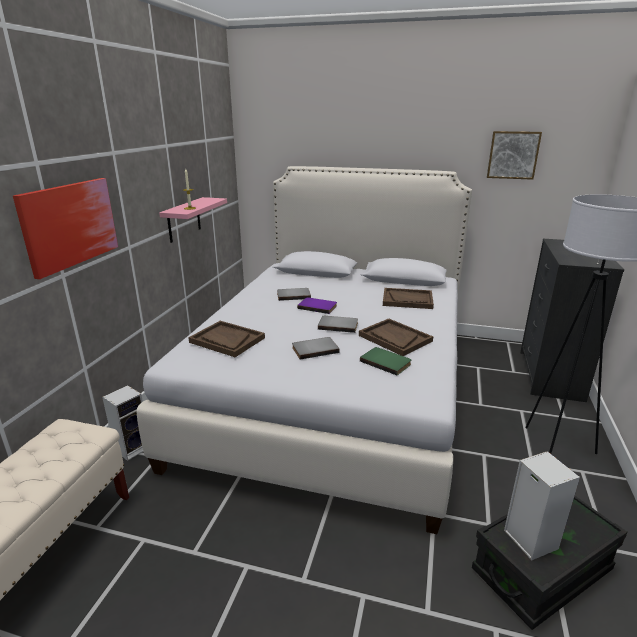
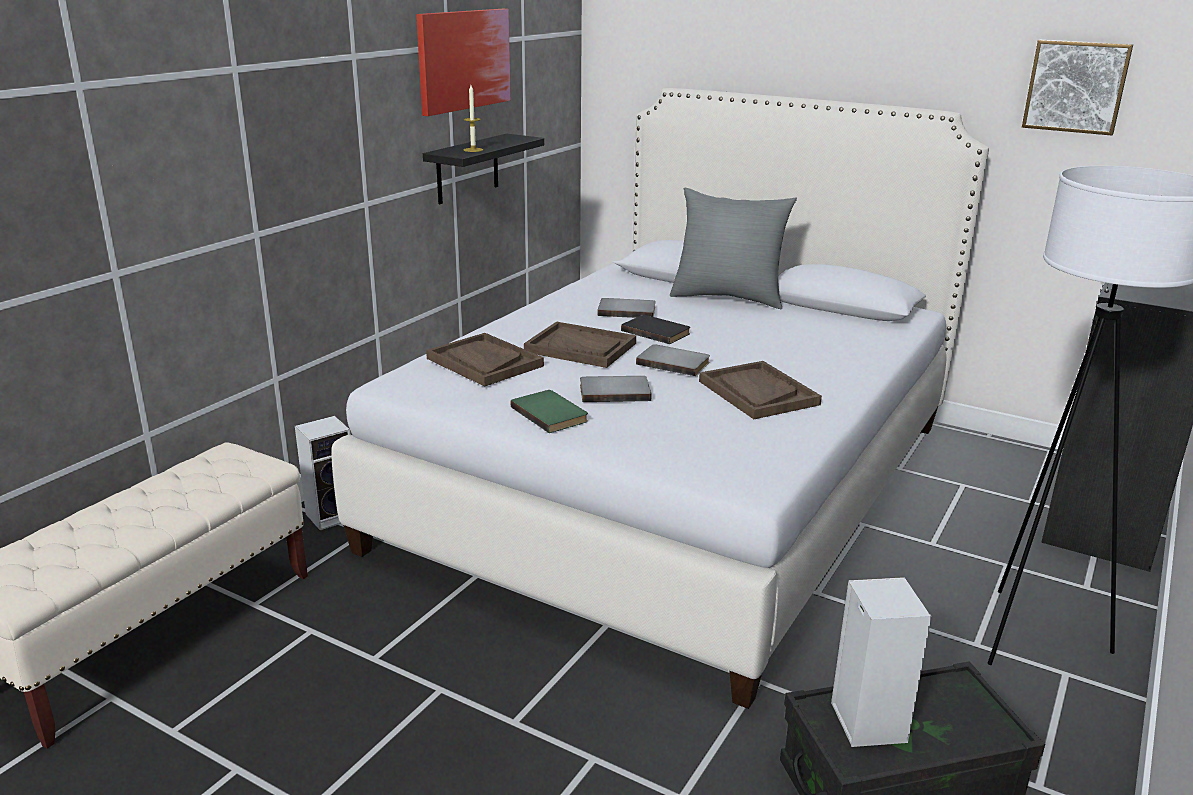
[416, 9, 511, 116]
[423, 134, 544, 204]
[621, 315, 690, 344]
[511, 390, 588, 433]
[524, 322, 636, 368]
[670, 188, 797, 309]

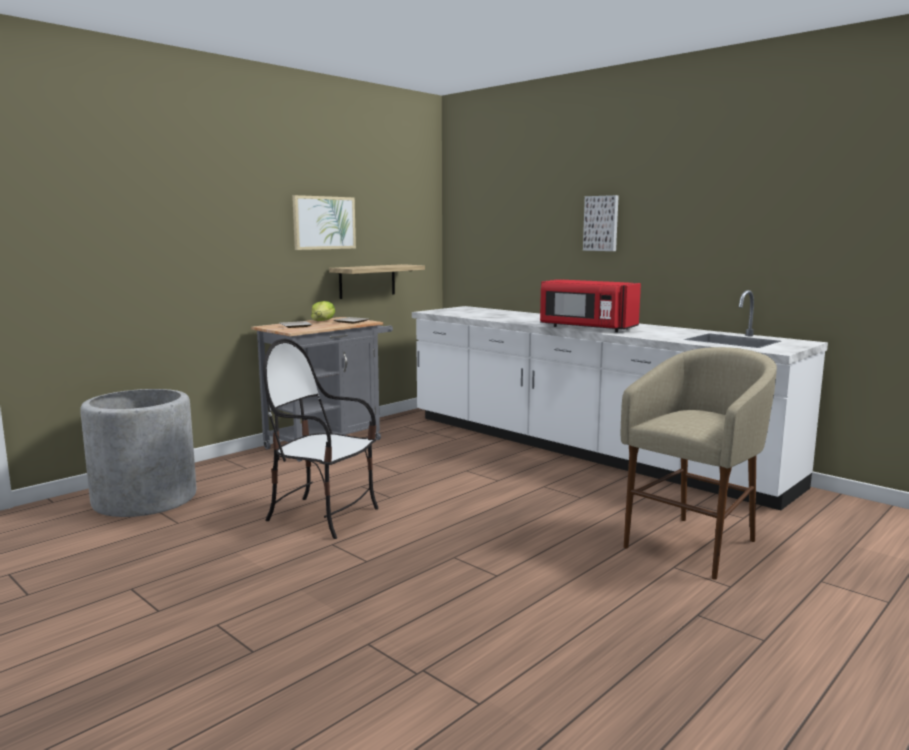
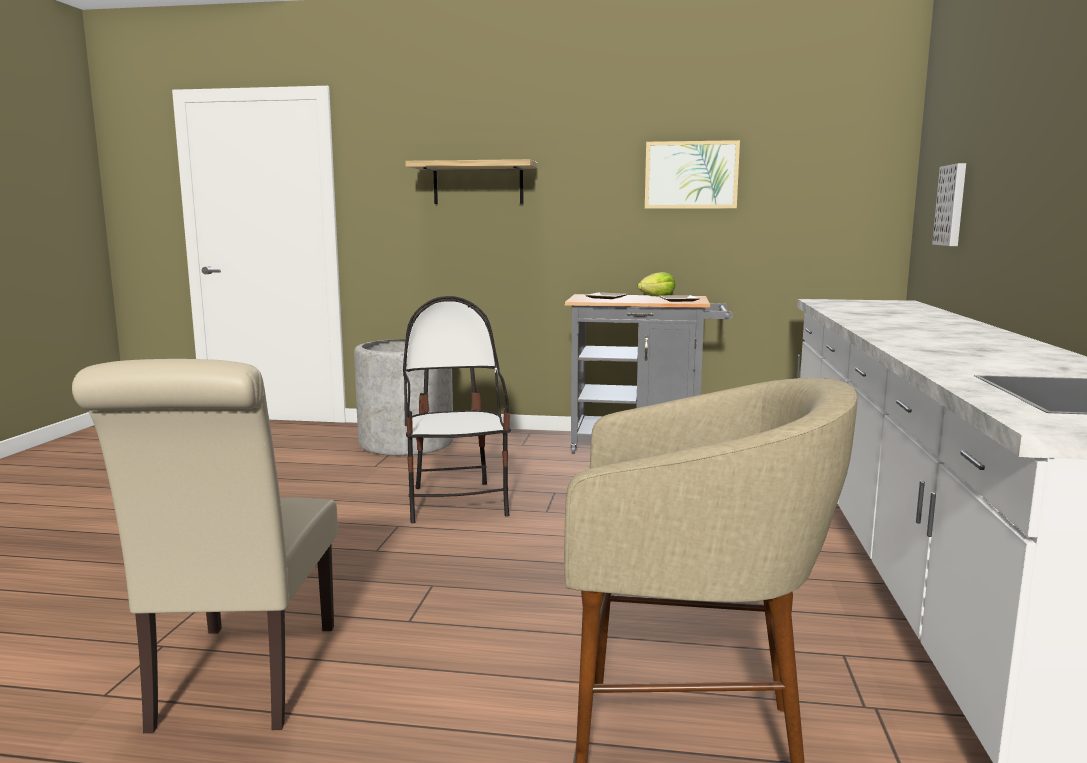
[405, 159, 538, 204]
[540, 279, 641, 332] (first image)
[932, 163, 966, 246]
[72, 359, 338, 733]

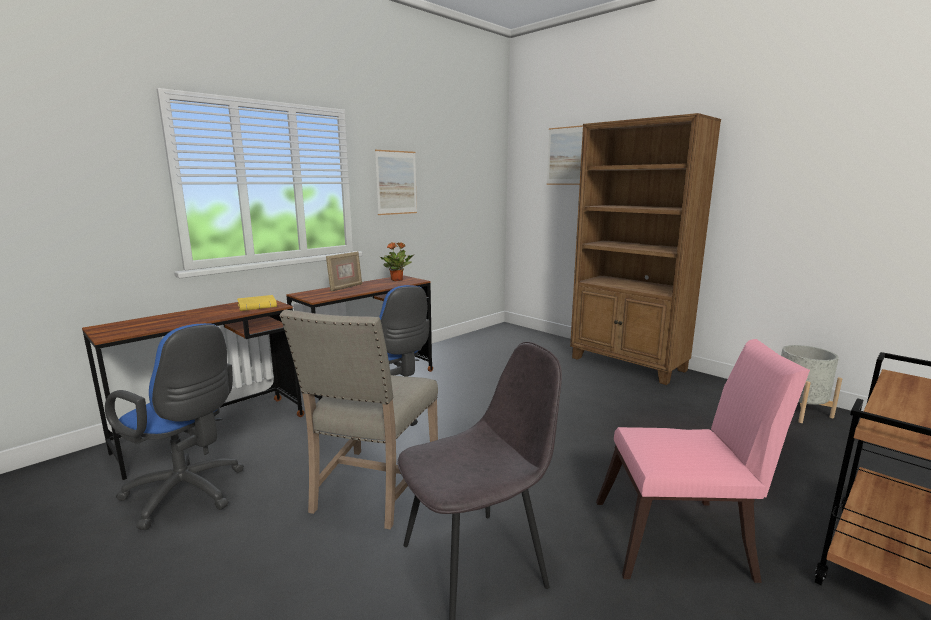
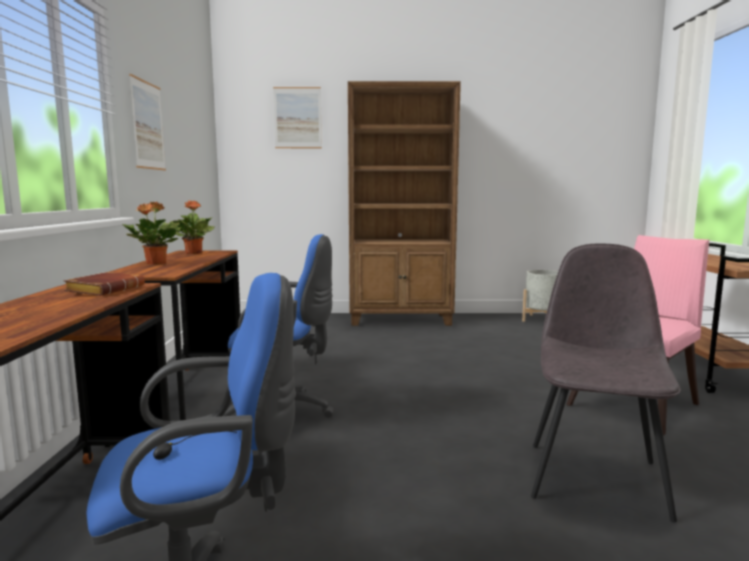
[64, 272, 145, 296]
[280, 310, 438, 529] (first image)
[122, 202, 180, 265]

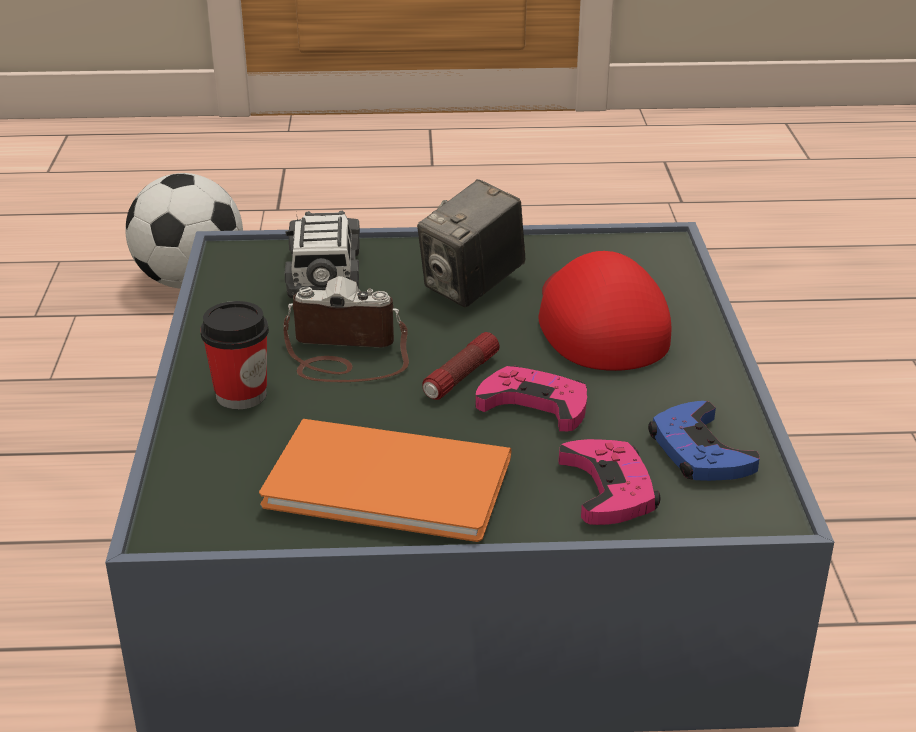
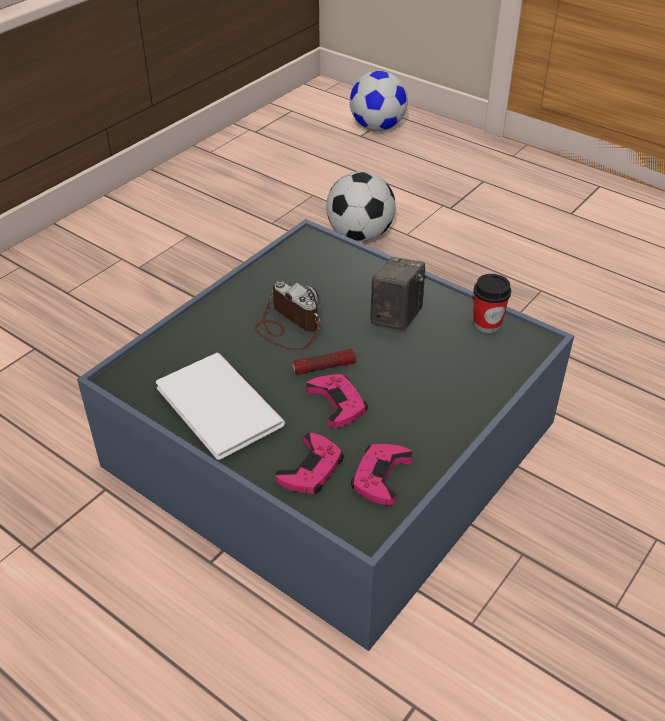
[474, 274, 511, 333]
[156, 353, 285, 460]
[285, 211, 360, 298] (first image)
[370, 257, 425, 331]
[539, 251, 671, 371] (first image)
[351, 444, 413, 506]
[350, 71, 408, 131]

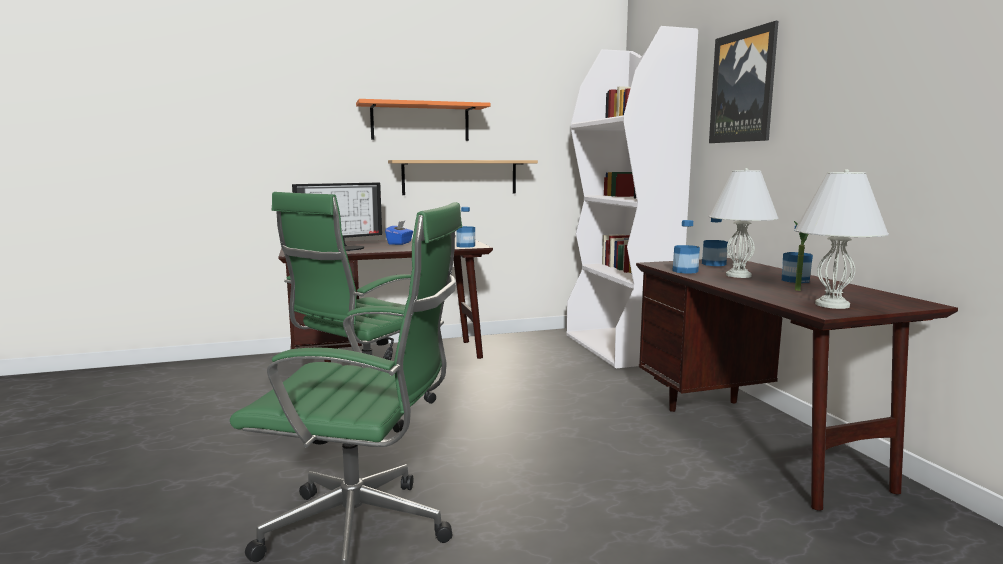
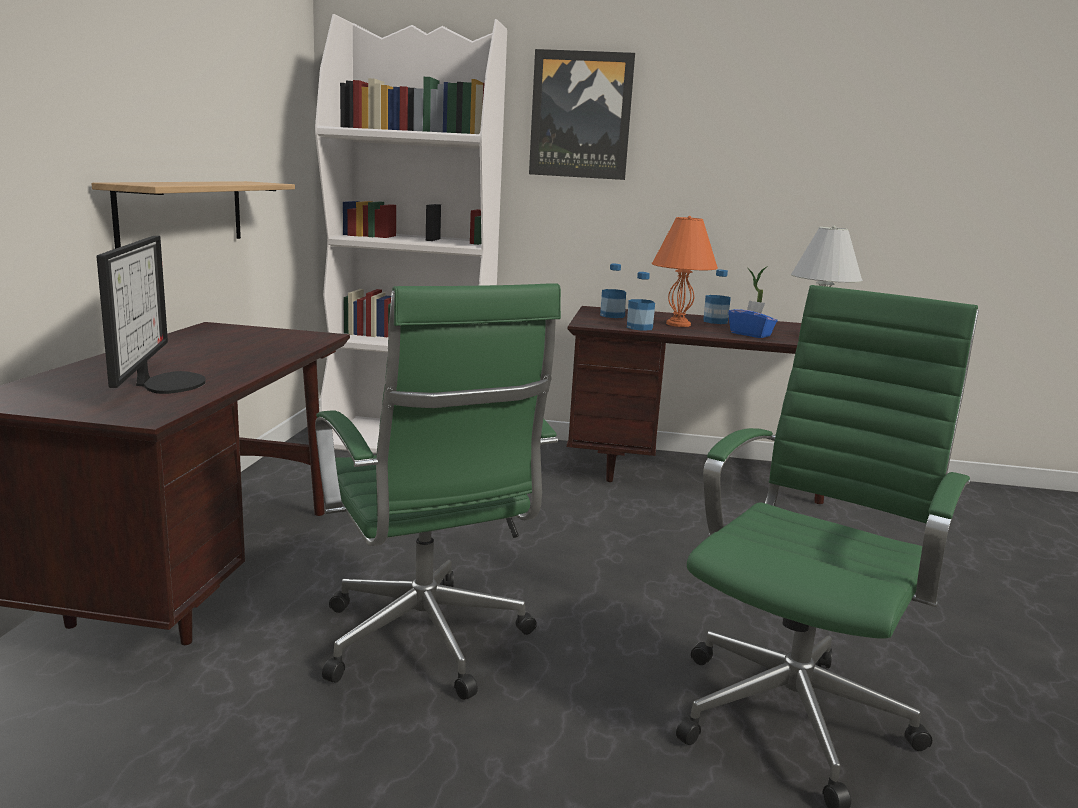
[356, 99, 490, 141] (first image)
[728, 300, 777, 338]
[456, 207, 475, 248] (first image)
[652, 216, 718, 327]

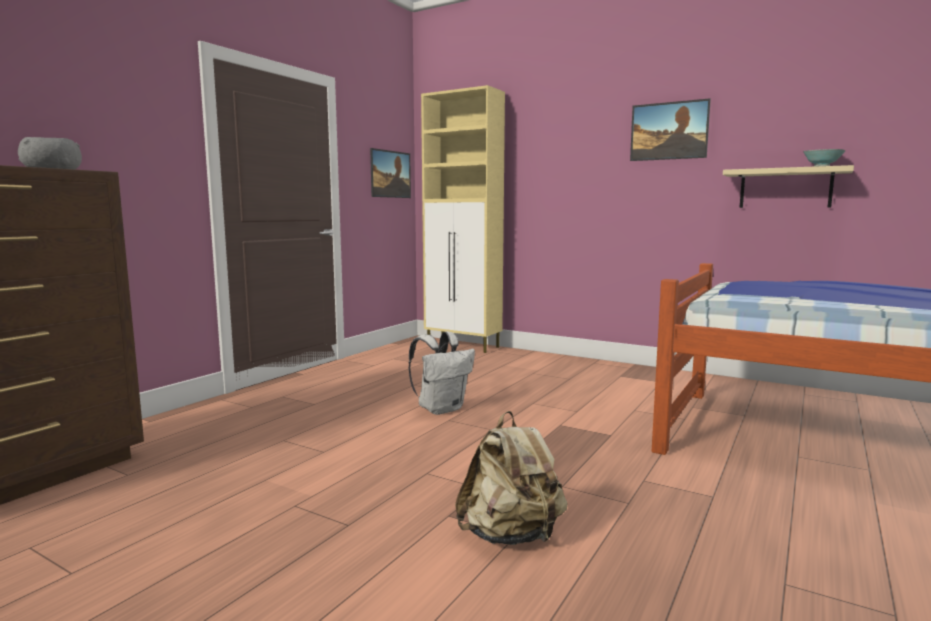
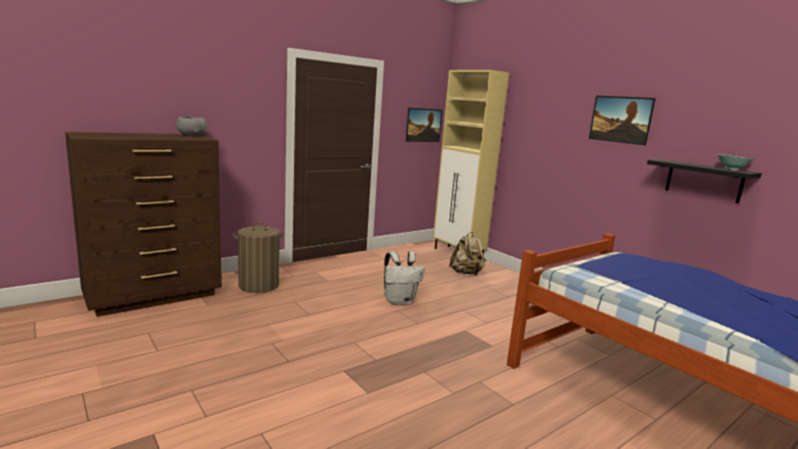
[449, 232, 486, 275]
[647, 159, 762, 203]
[232, 222, 284, 293]

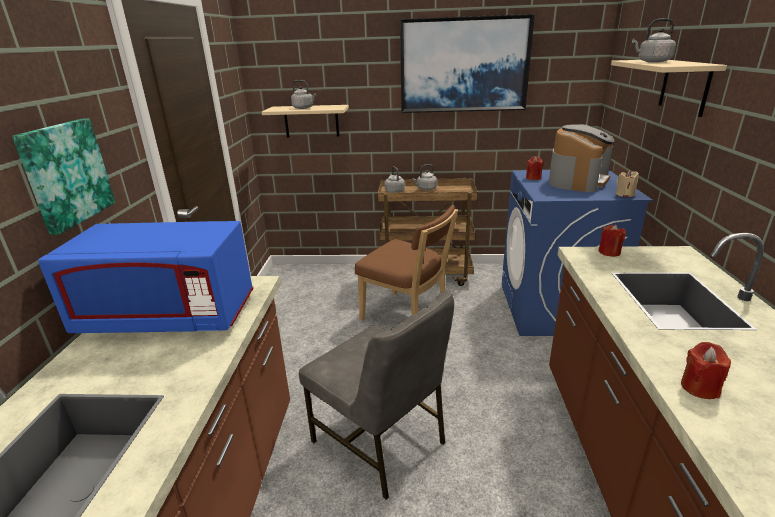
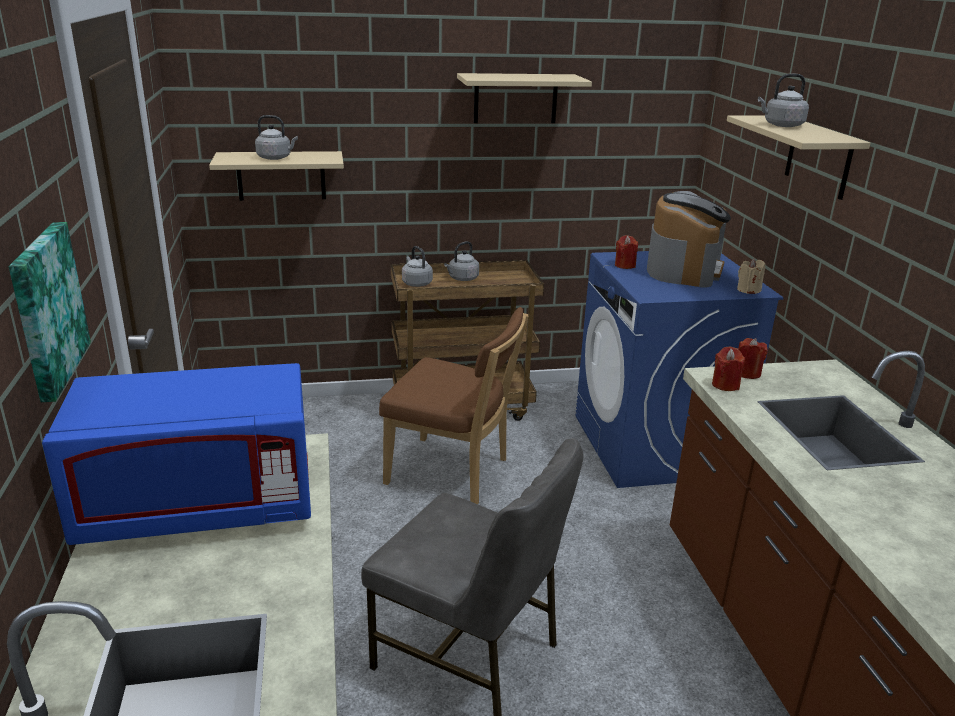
[457, 73, 592, 123]
[712, 347, 745, 391]

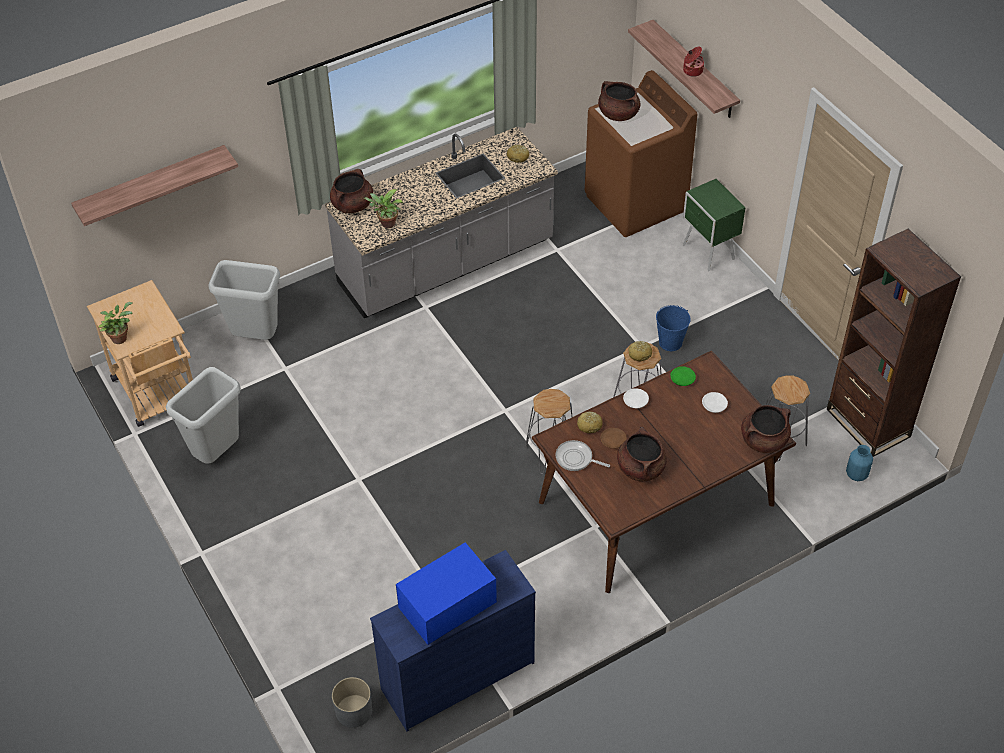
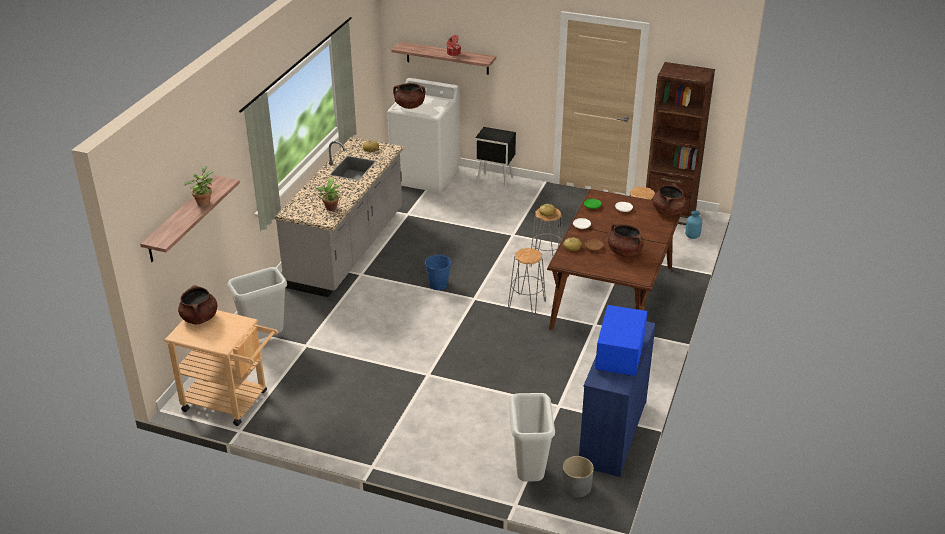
[184, 166, 213, 207]
[509, 393, 555, 482]
[178, 285, 217, 325]
[556, 440, 610, 471] (first image)
[388, 78, 460, 193]
[425, 254, 451, 290]
[475, 127, 516, 188]

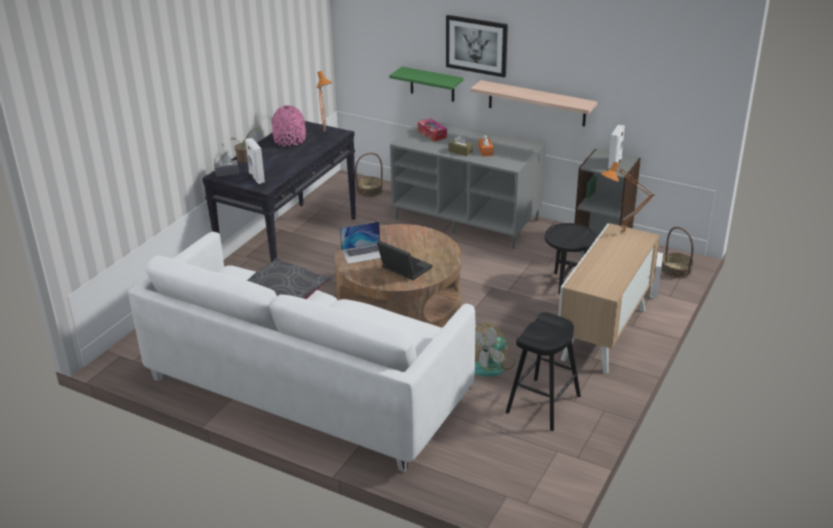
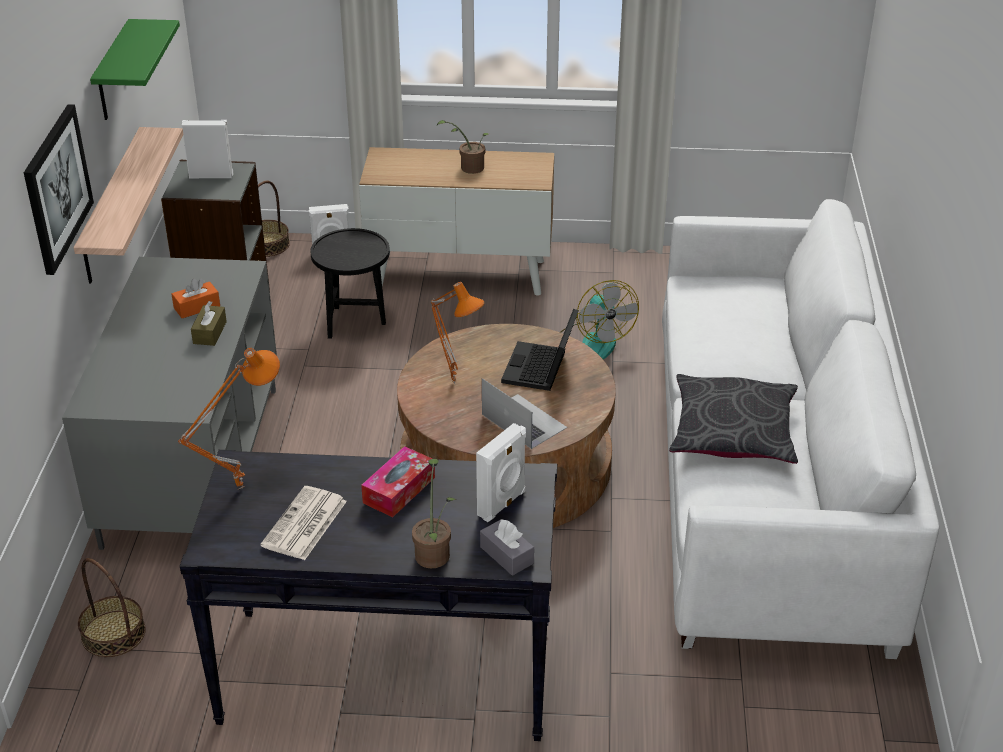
[260, 486, 347, 560]
[90, 19, 180, 120]
[361, 446, 435, 517]
[560, 280, 639, 359]
[506, 312, 581, 431] (first image)
[431, 282, 485, 384]
[437, 120, 489, 174]

